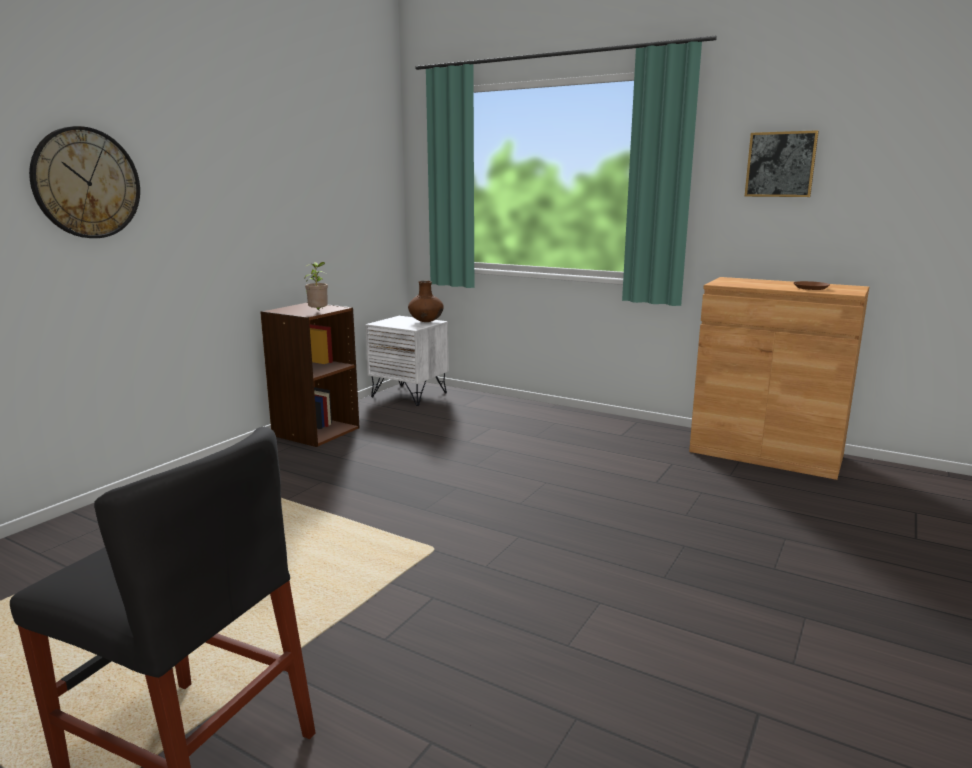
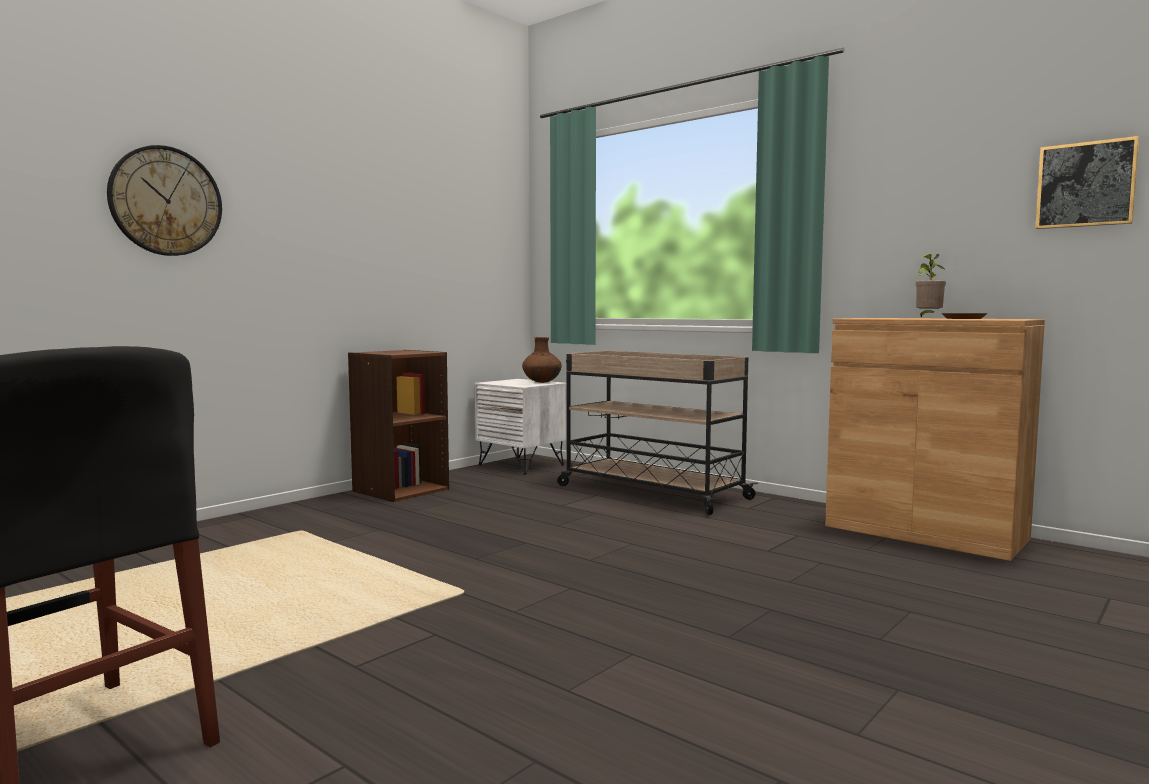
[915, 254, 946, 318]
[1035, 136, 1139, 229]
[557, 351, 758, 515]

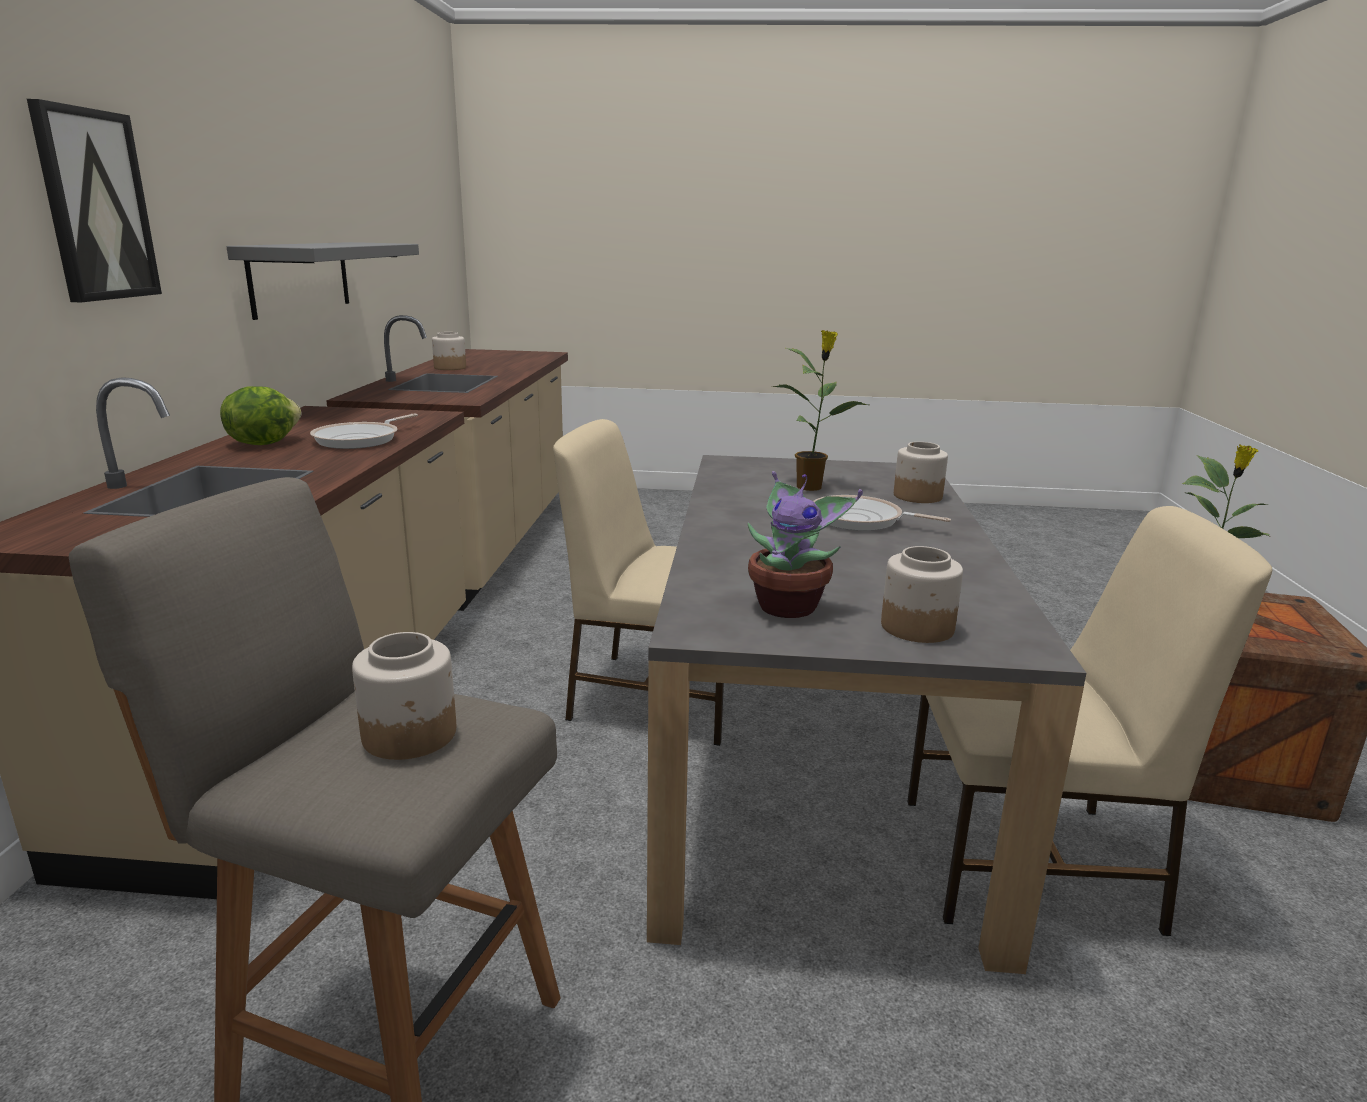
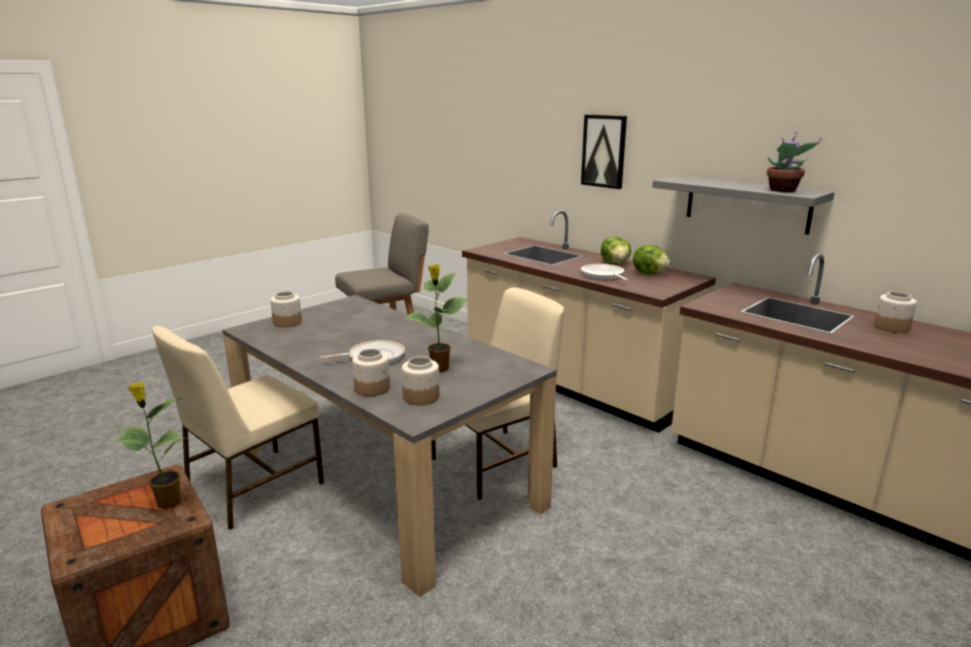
[402, 356, 440, 405]
[767, 132, 822, 192]
[633, 245, 670, 275]

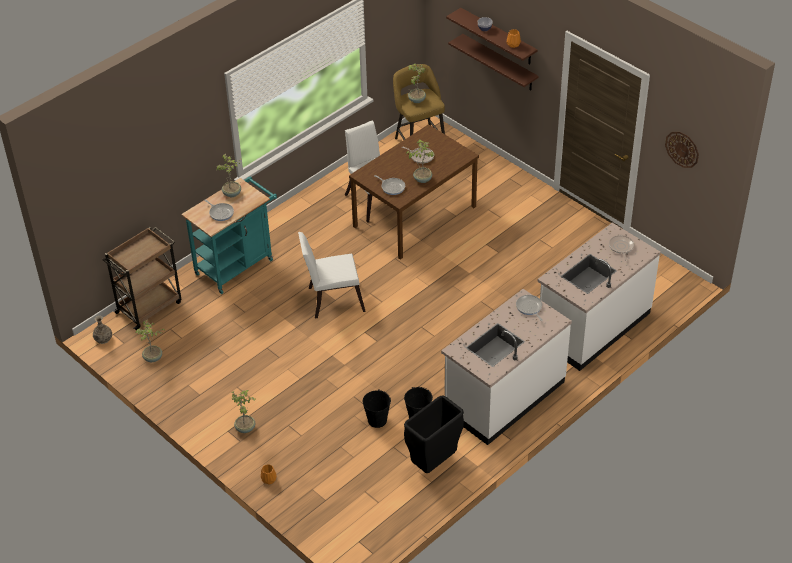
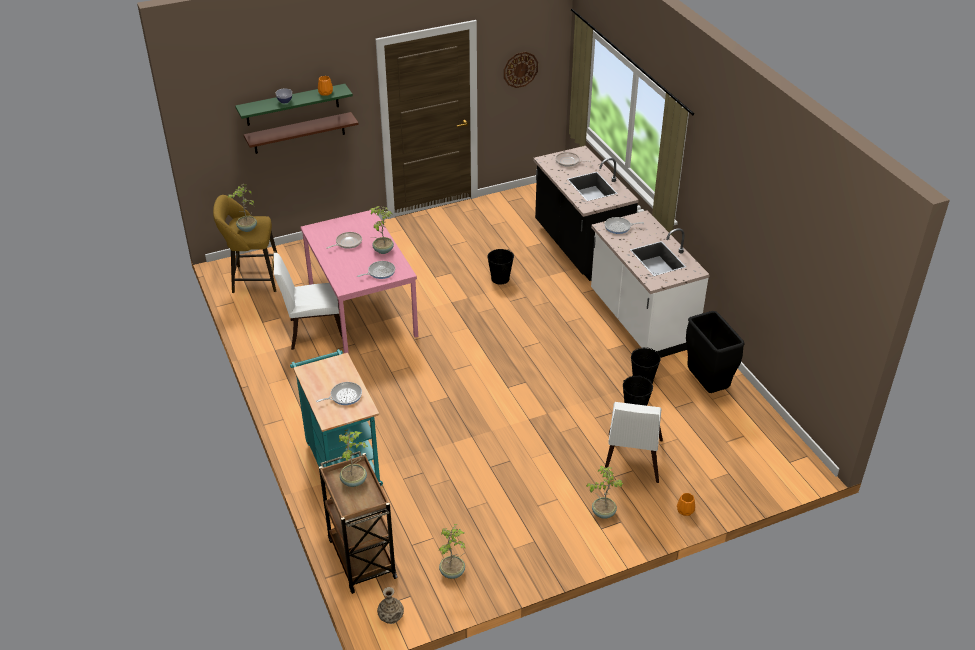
[339, 429, 368, 487]
[603, 402, 663, 483]
[300, 210, 418, 354]
[235, 84, 353, 126]
[533, 146, 638, 281]
[487, 249, 514, 284]

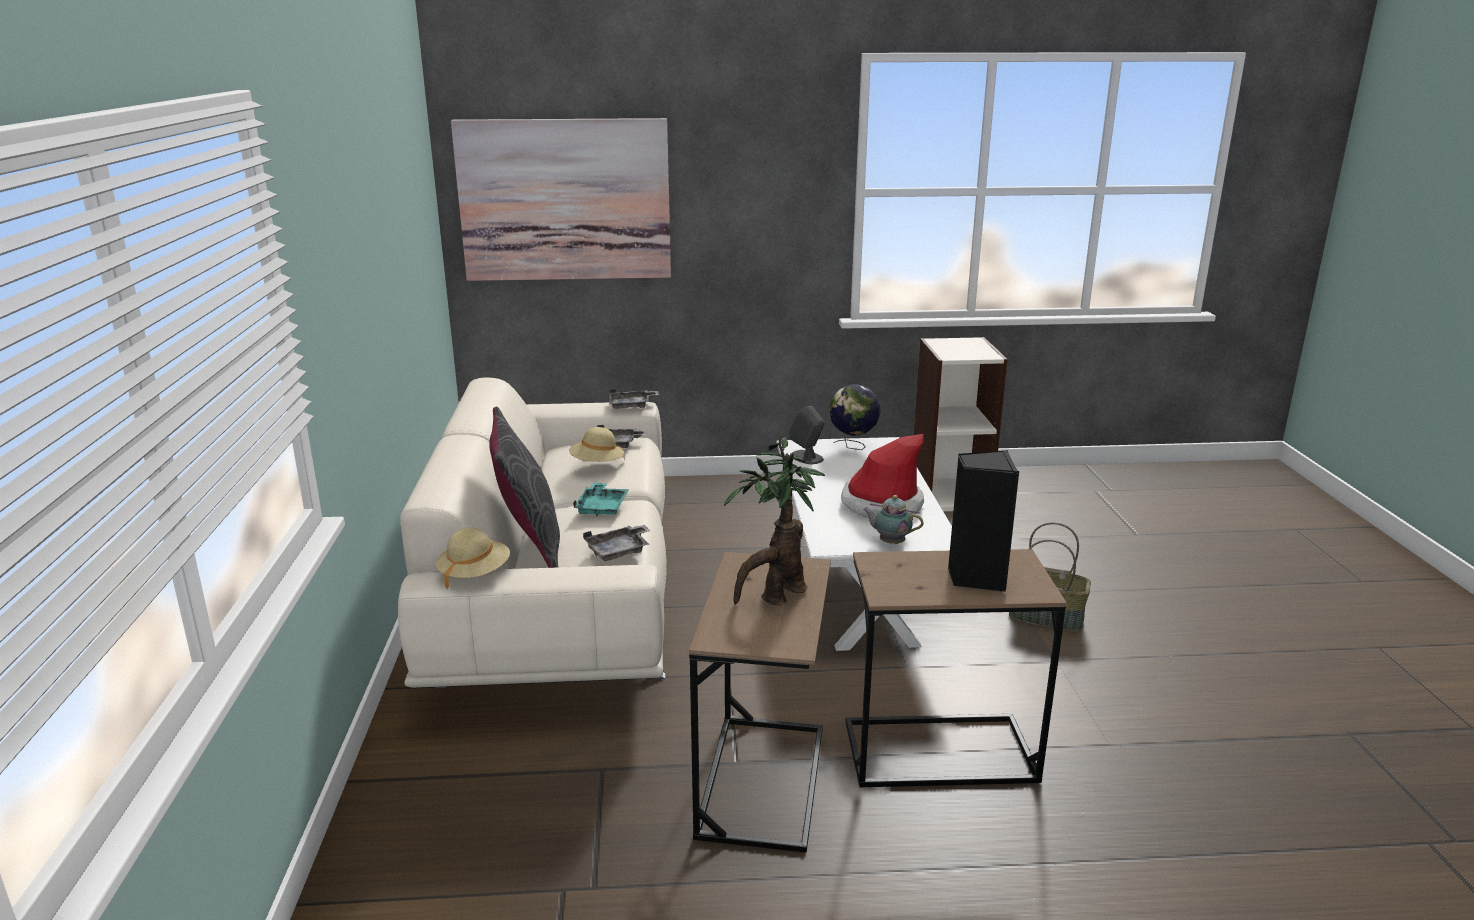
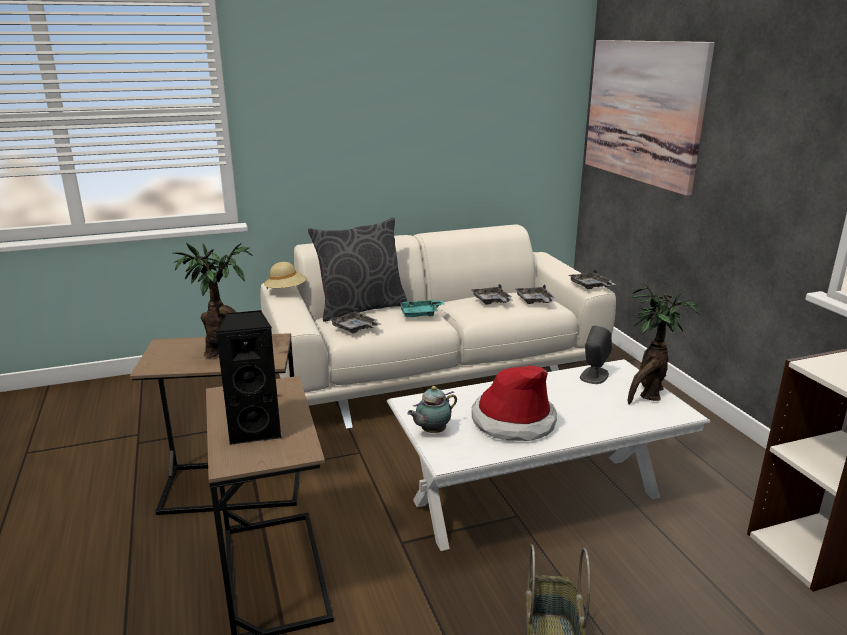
[471, 284, 513, 305]
[628, 282, 700, 405]
[407, 386, 457, 433]

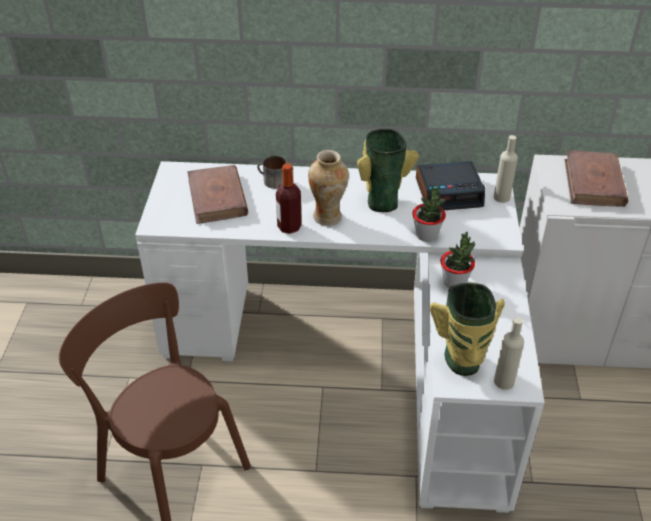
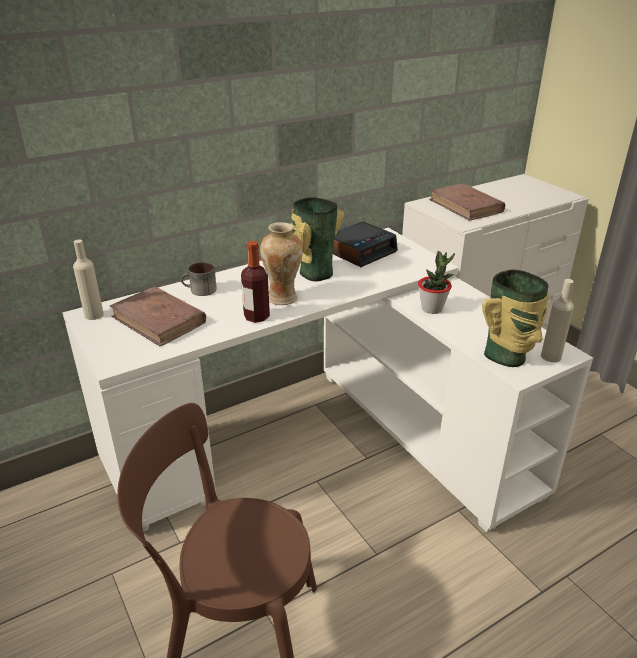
[412, 185, 447, 242] (first image)
[73, 240, 104, 320]

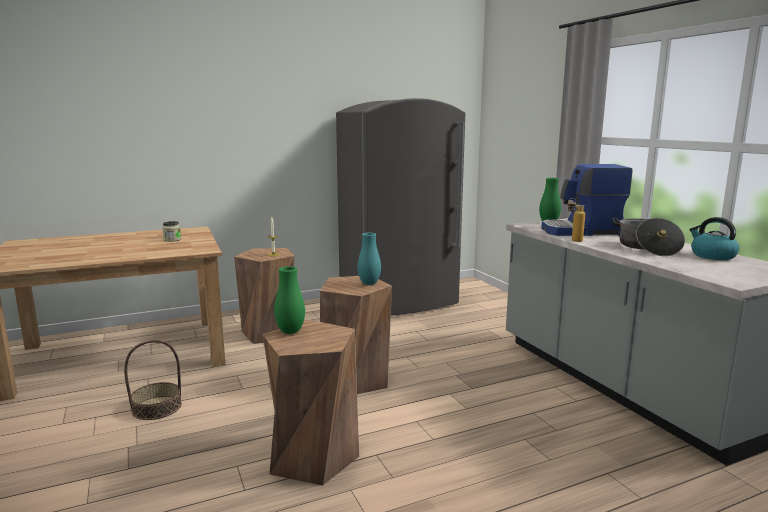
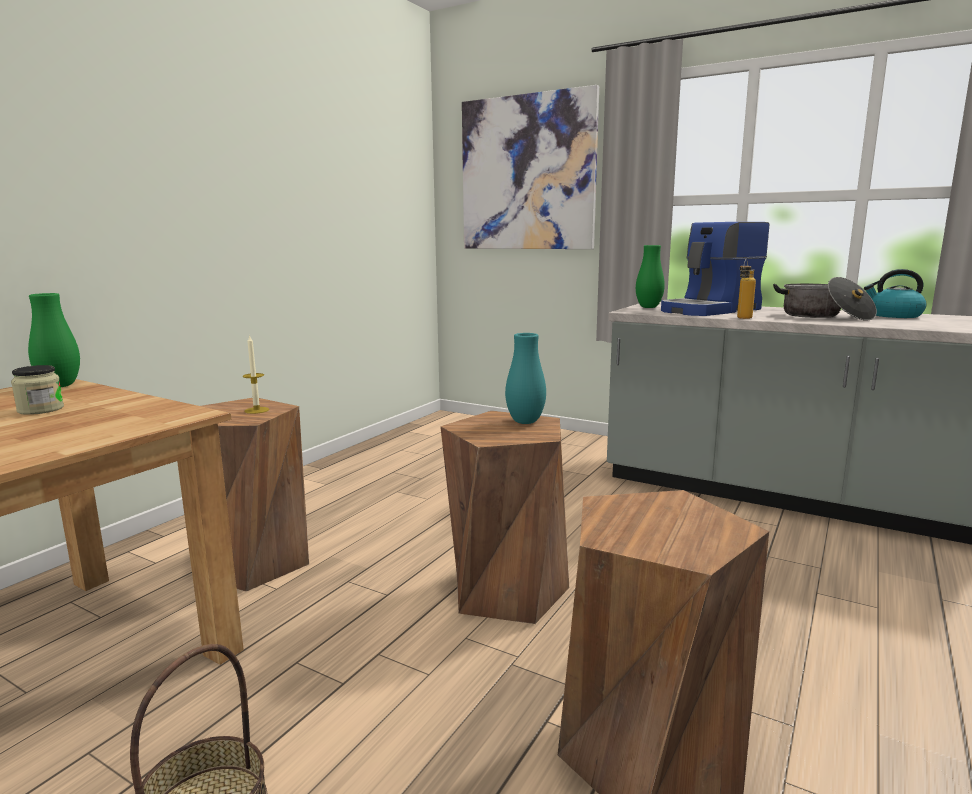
[28, 293, 80, 387]
[336, 98, 465, 315] (first image)
[462, 85, 599, 249]

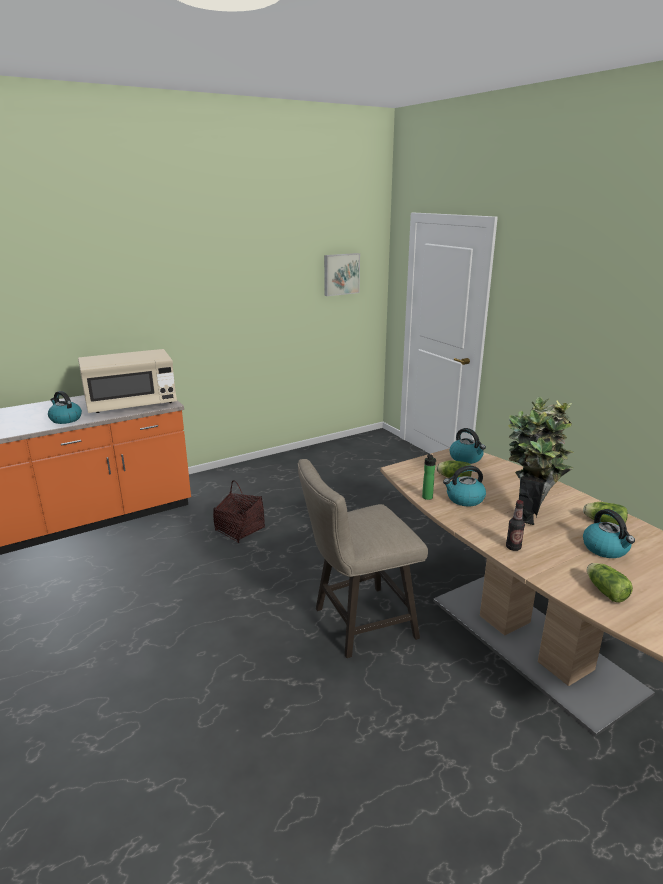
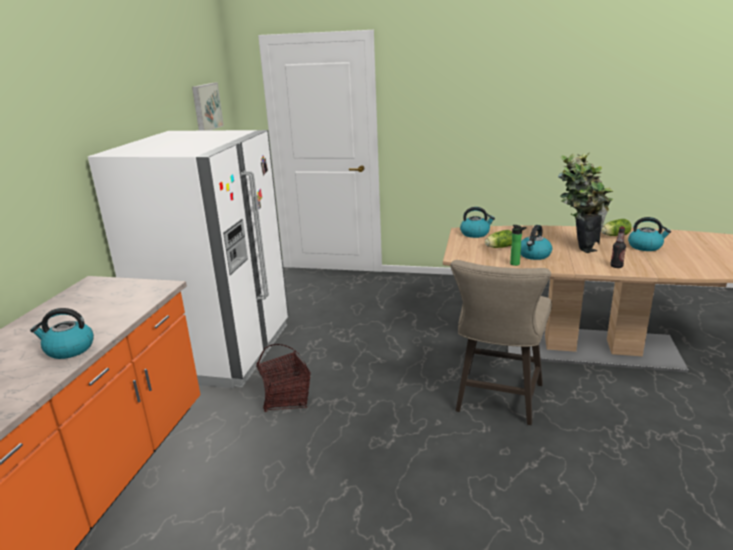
[78, 349, 177, 413] (first image)
[587, 563, 633, 602] (first image)
[88, 130, 289, 389]

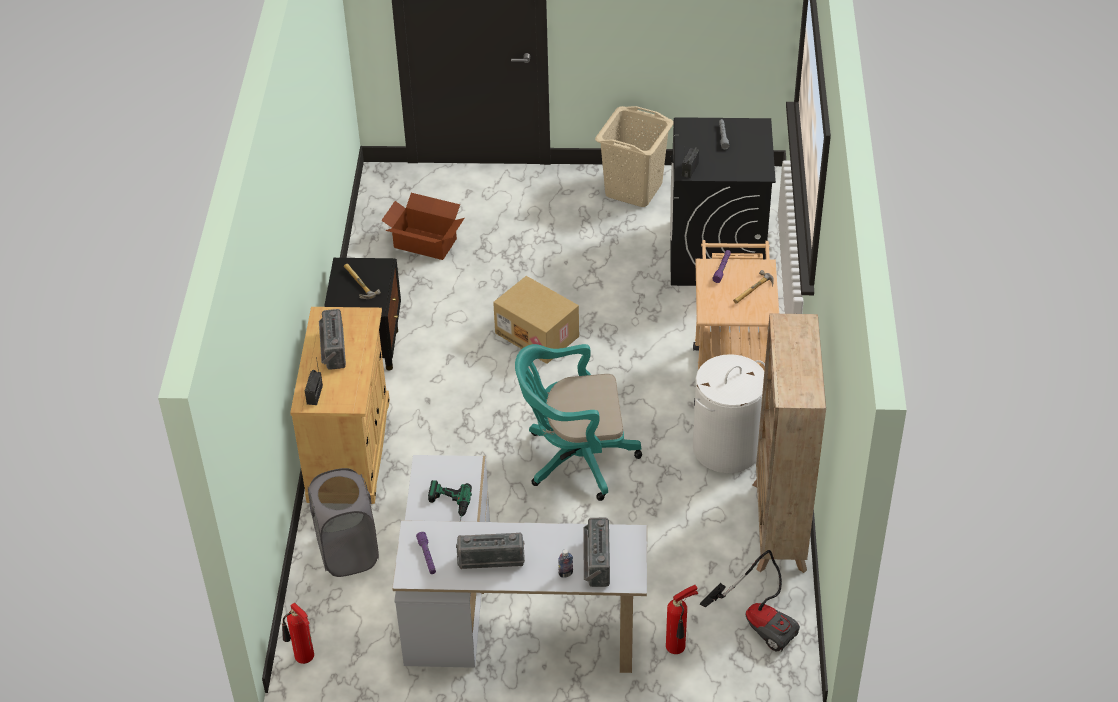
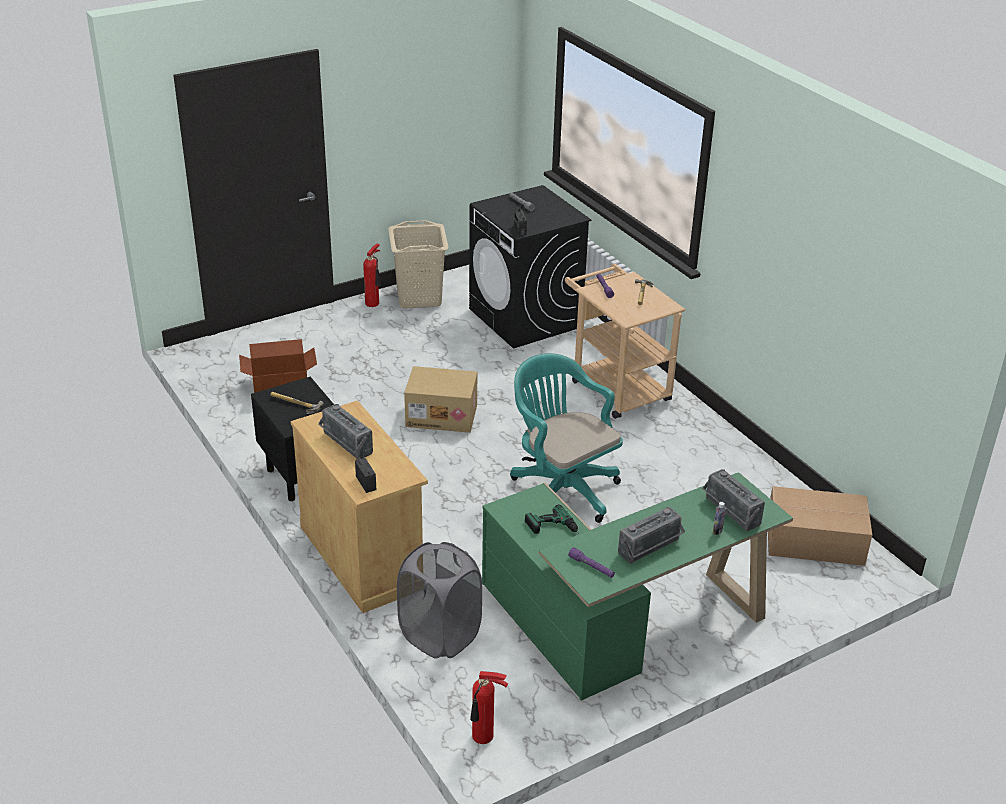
[482, 472, 793, 701]
[510, 353, 623, 523]
[363, 244, 381, 307]
[693, 354, 765, 473] (first image)
[768, 486, 872, 566]
[753, 314, 826, 573] (first image)

